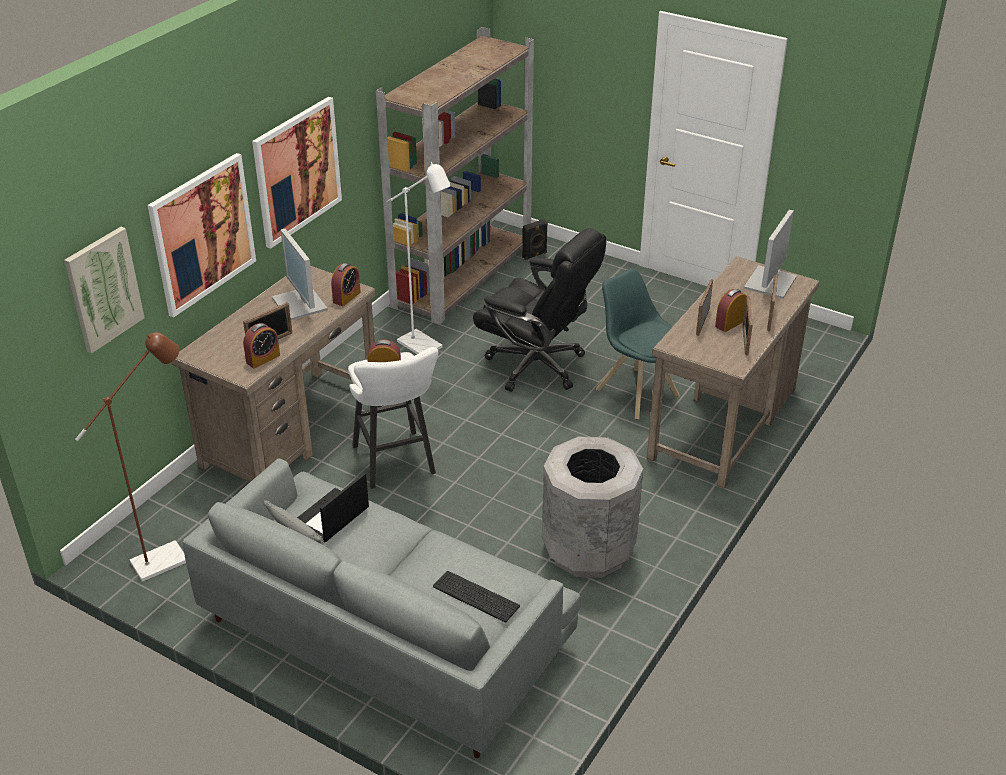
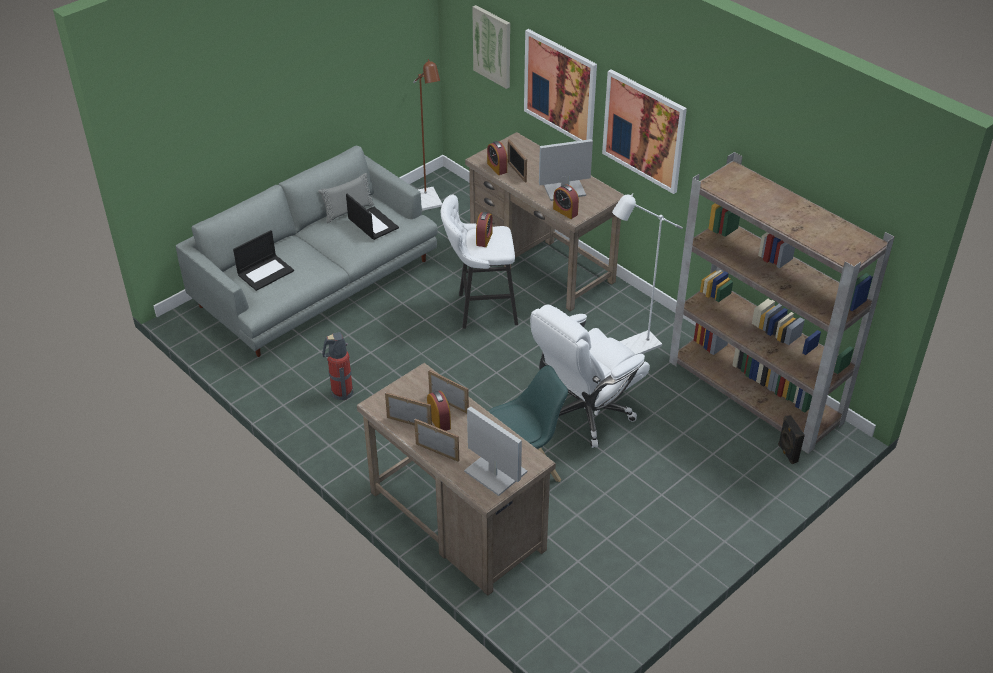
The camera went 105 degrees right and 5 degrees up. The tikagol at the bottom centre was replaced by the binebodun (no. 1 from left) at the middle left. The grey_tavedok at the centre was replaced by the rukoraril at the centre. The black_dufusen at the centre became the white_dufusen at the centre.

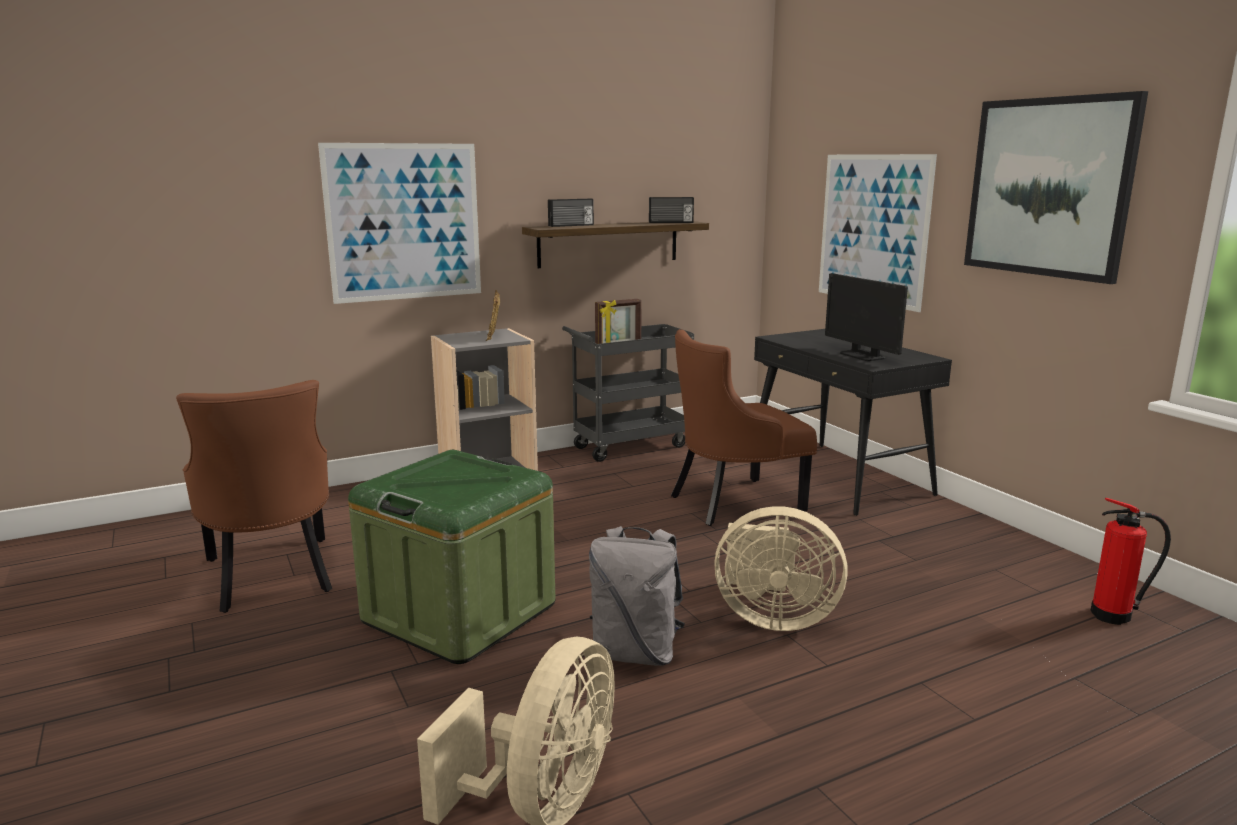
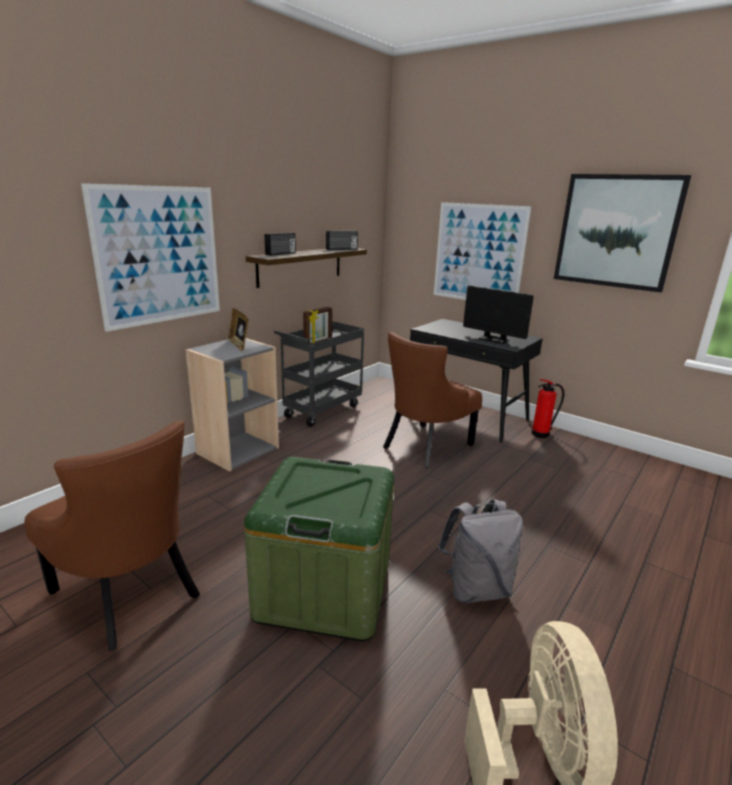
The camera went 25 degrees left and 5 degrees up. The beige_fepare (no. 2 from left) at the bottom centre disappeared. The rukoraril moved from the bottom right to the middle right.

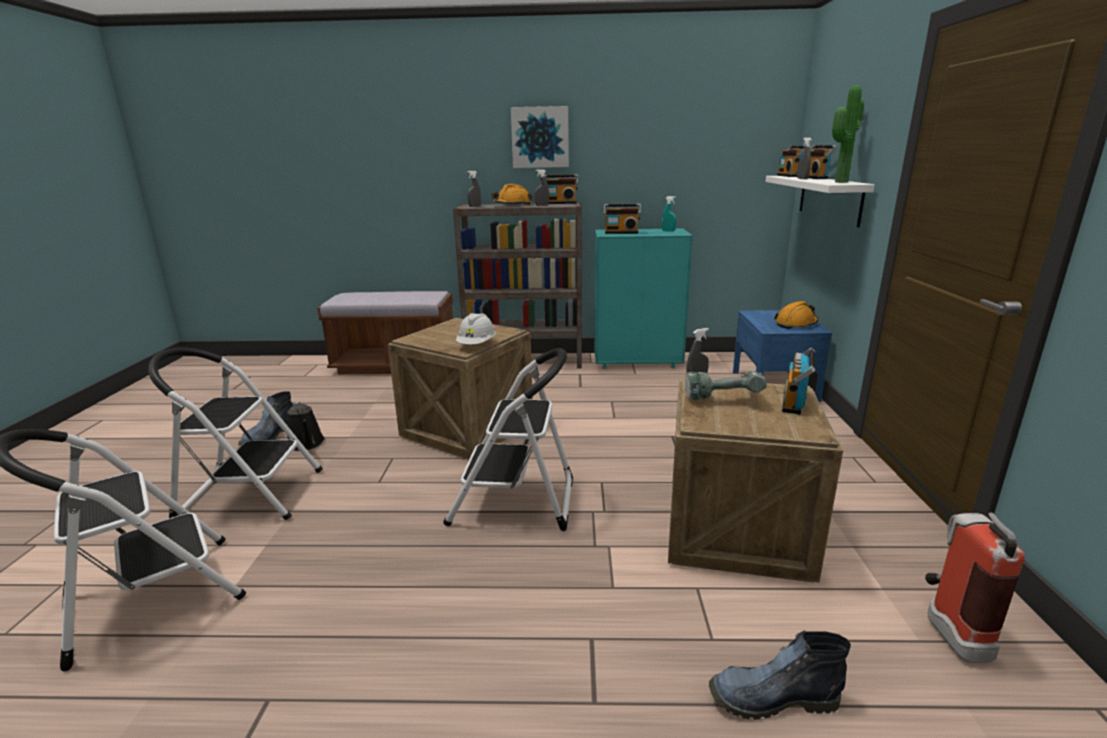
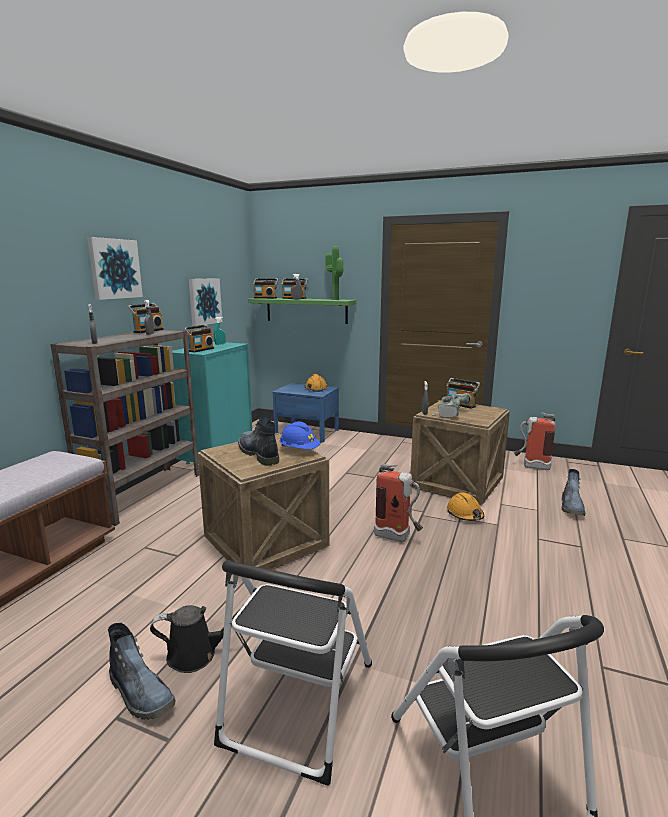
The camera went 70 degrees left and 5 degrees down. The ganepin (no. 2 from left) at the middle left appeared. The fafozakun (no. 2 from left) at the centre appeared. The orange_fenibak (no. 1 from left in the first image) moved from the top centre to the middle right. The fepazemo (no. 3 from left) at the centre was replaced by the rukoraril (no. 1 from left) at the centre. The white_fenibak at the centre became the blue_fenibak at the centre. The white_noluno at the top right became the green_noluno at the centre.

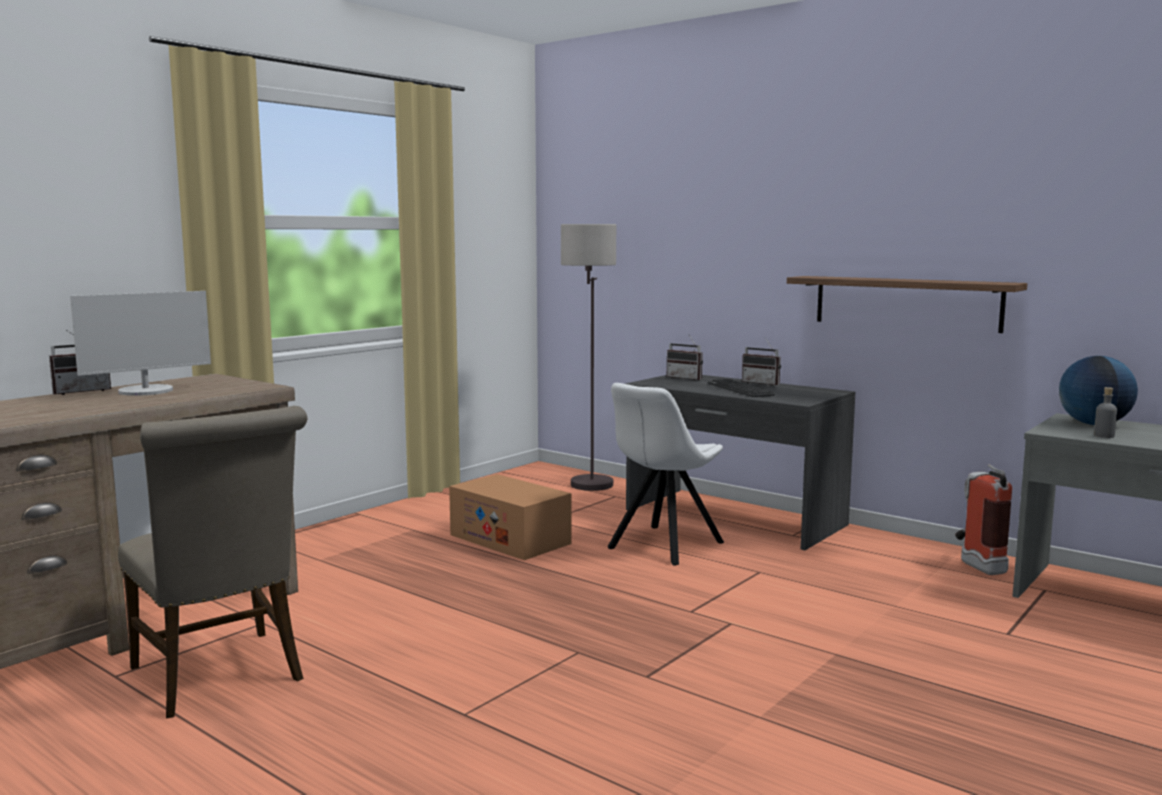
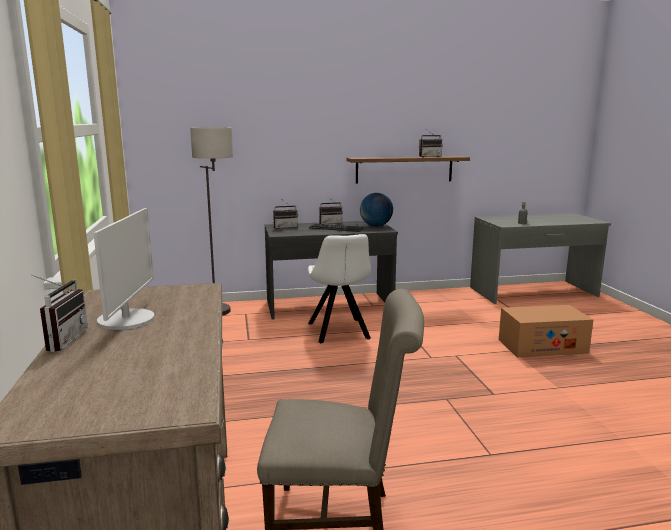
The camera went 50 degrees left and 5 degrees up. The rukoraril at the middle right disappeared. The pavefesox (no. 4 from left) at the top centre appeared. The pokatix moved from the centre to the middle right. The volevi moved from the middle right to the centre.

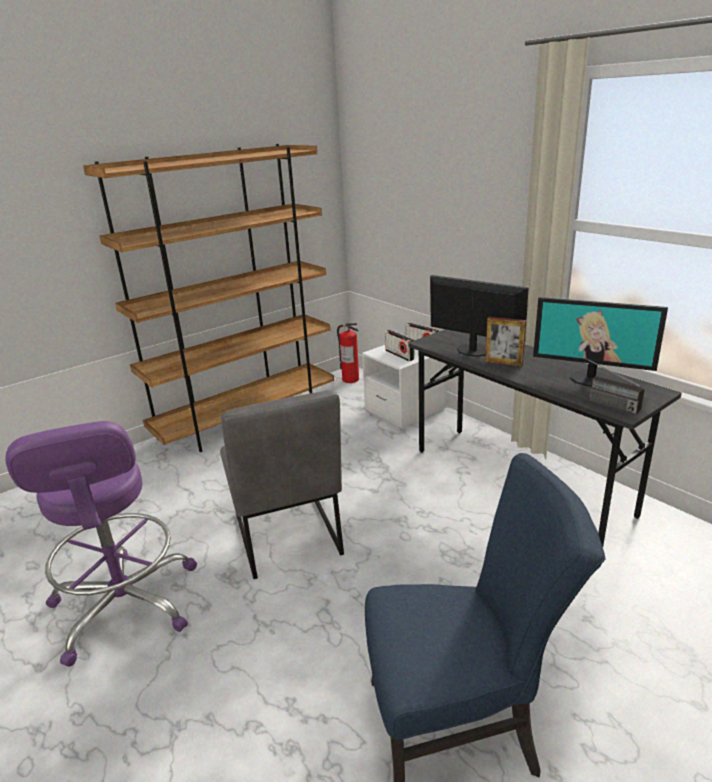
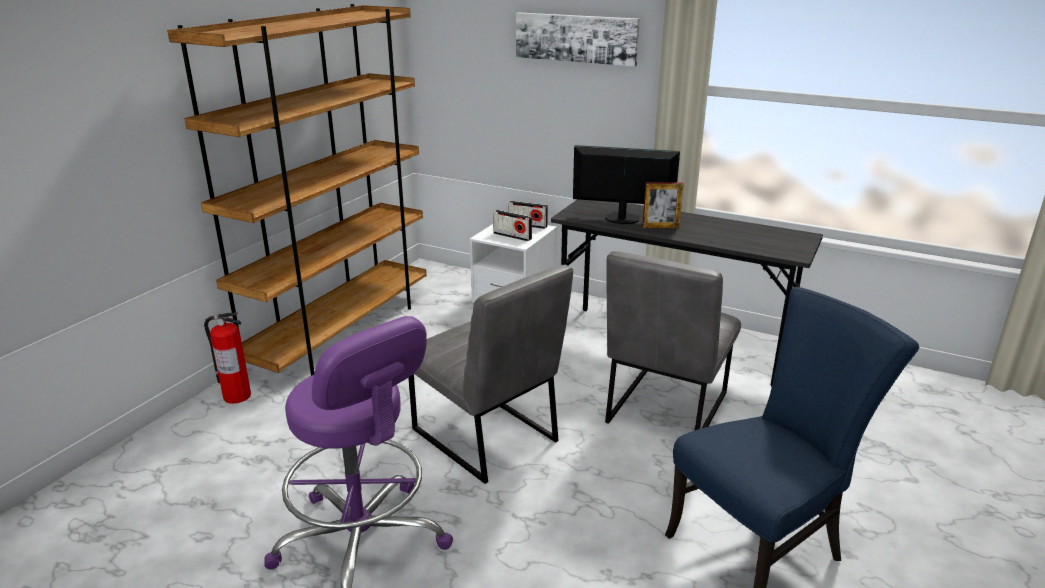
The camera went 25 degrees left and 0 degrees up. The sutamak (no. 2 from left) at the middle right disappeared. The pavefesox (no. 3 from left) at the middle right disappeared. The ganepin at the top centre appeared. The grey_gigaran (no. 2 from left) at the centre appeared. The rukoraril moved from the centre to the middle left.

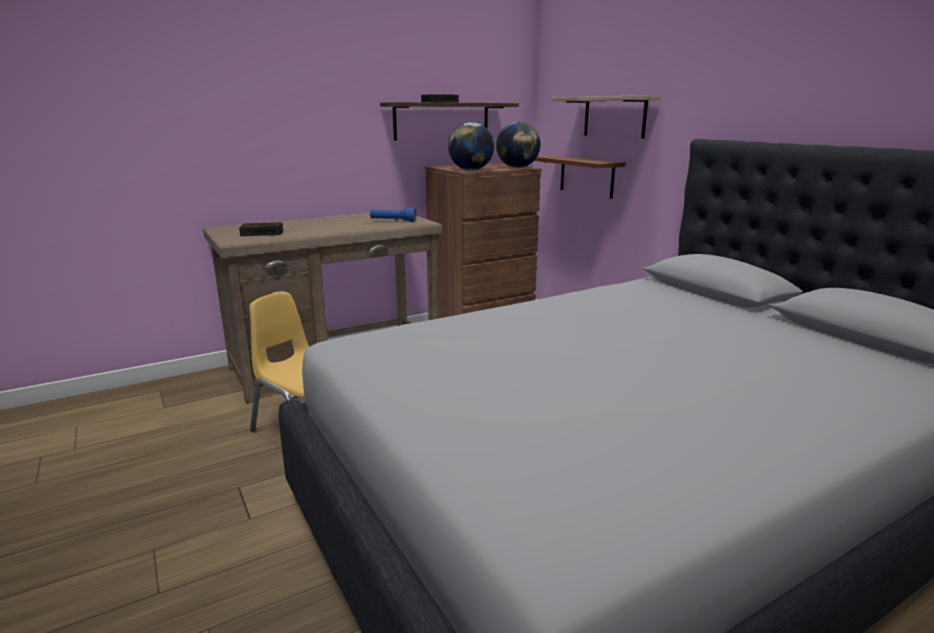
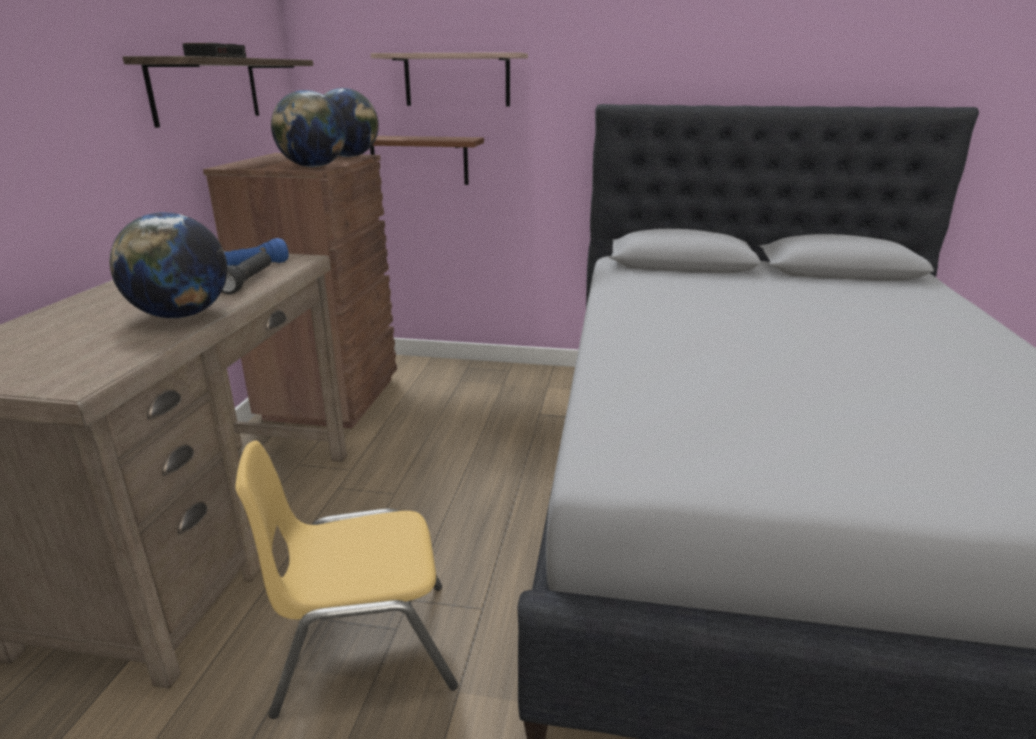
The camera went 50 degrees left and 5 degrees up. The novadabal (no. 1 from left) at the middle left disappeared. The volevi (no. 1 from left) at the middle left appeared. The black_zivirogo at the middle left appeared.

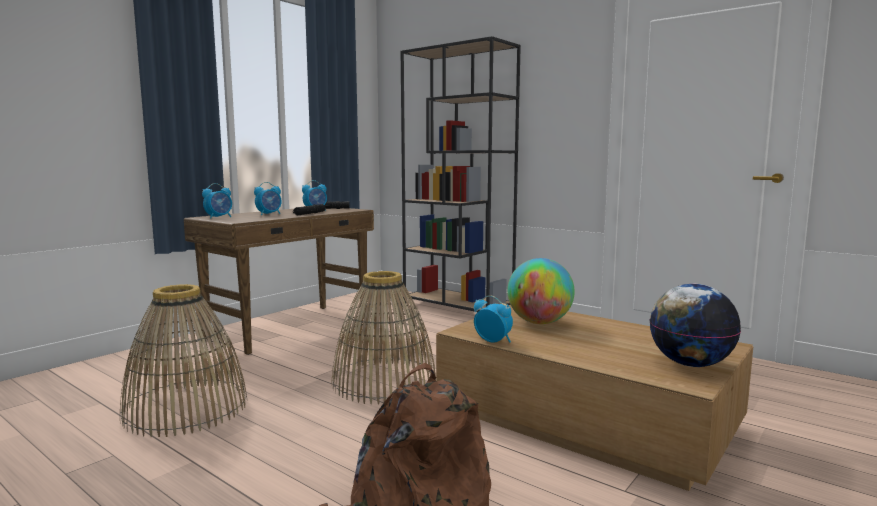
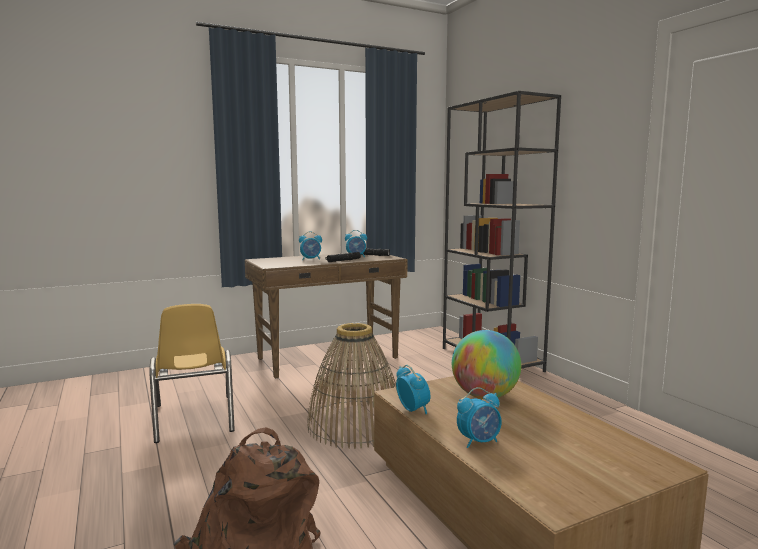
The camera went 25 degrees right and 0 degrees up. The volevi (no. 2 from left) at the middle right disappeared. The novadabal (no. 1 from left in the first image) moved from the middle left to the bottom centre. The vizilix (no. 1 from left) at the bottom left was replaced by the yellow_gigaran at the bottom left.

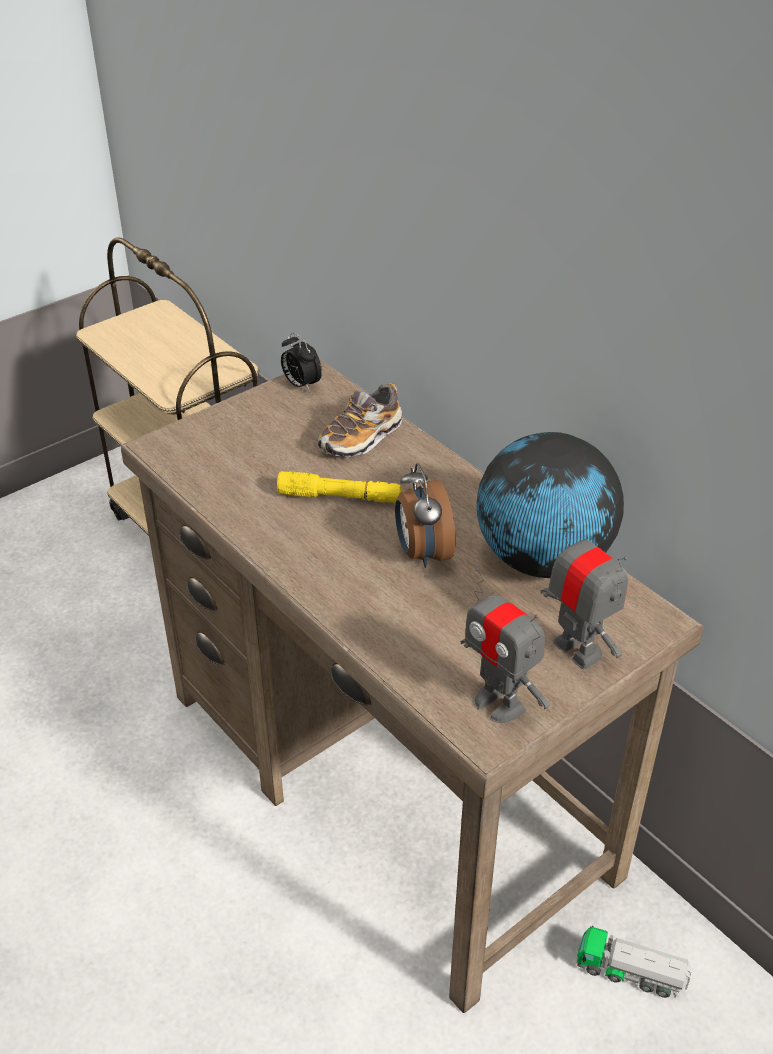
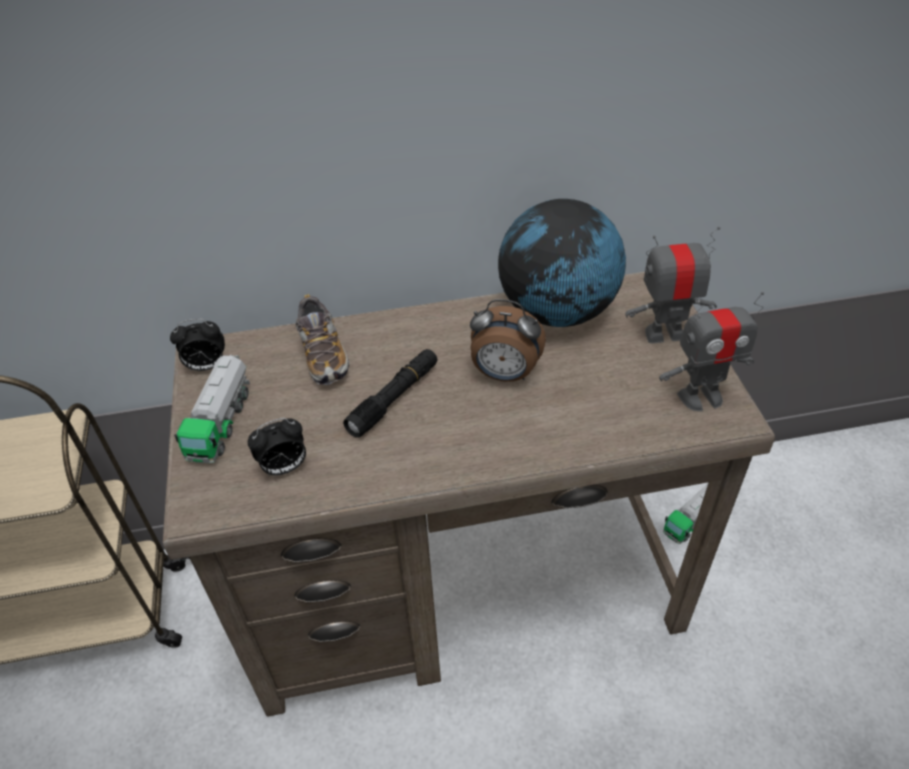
The camera went 60 degrees left and 5 degrees up. The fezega (no. 1 from left) at the middle left appeared. The novadabal (no. 2 from left) at the middle left appeared. The yellow_zivirogo at the centre became the black_zivirogo at the centre.

